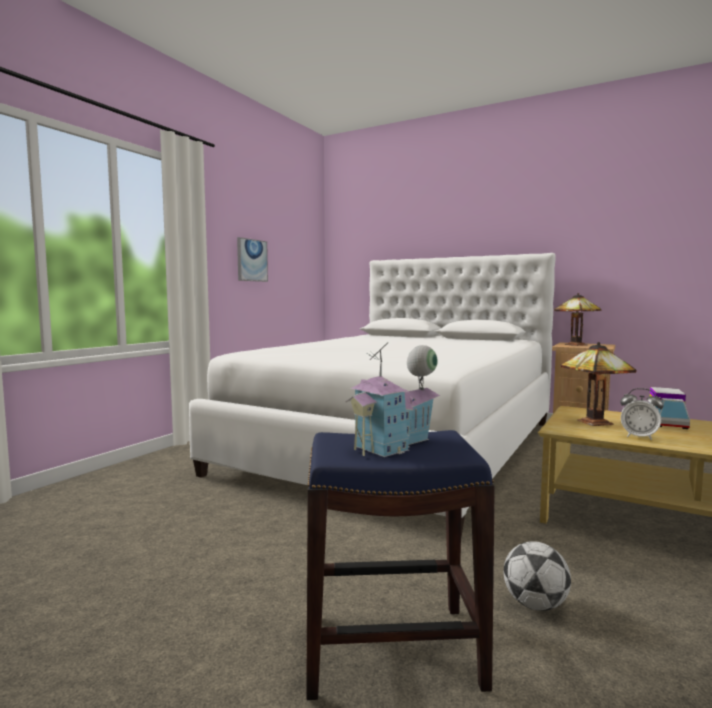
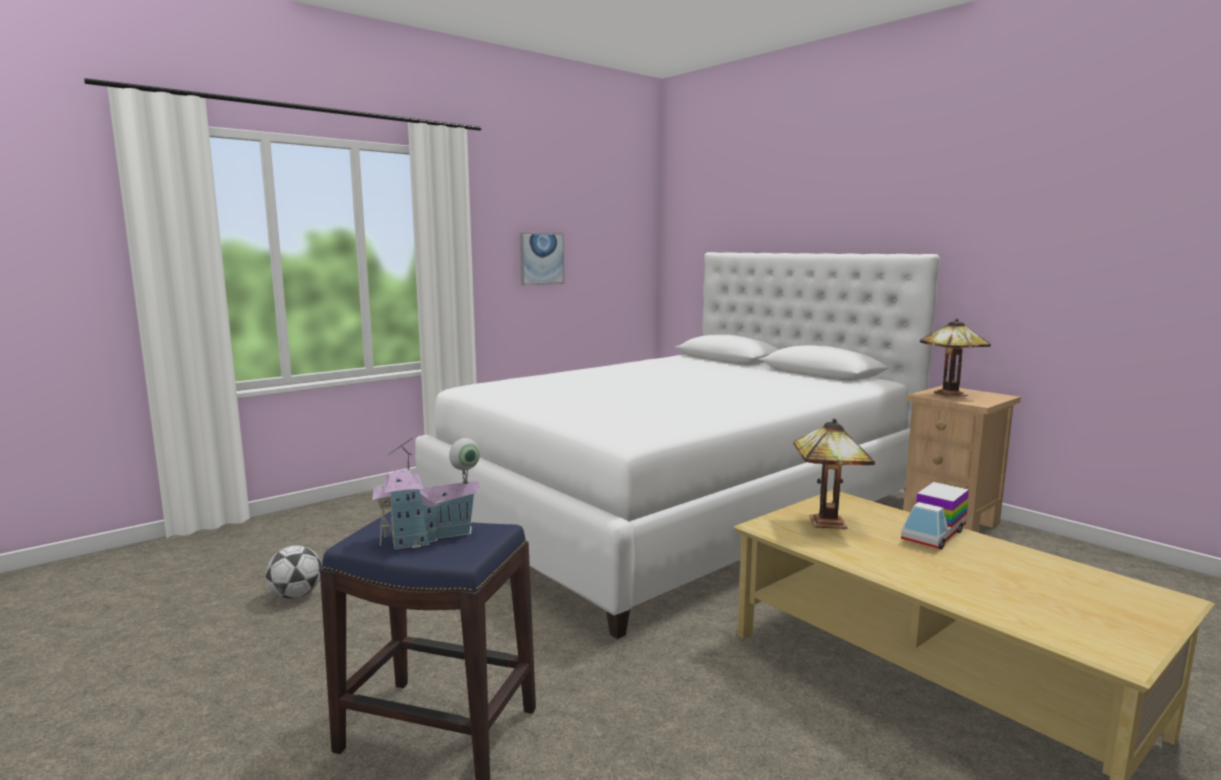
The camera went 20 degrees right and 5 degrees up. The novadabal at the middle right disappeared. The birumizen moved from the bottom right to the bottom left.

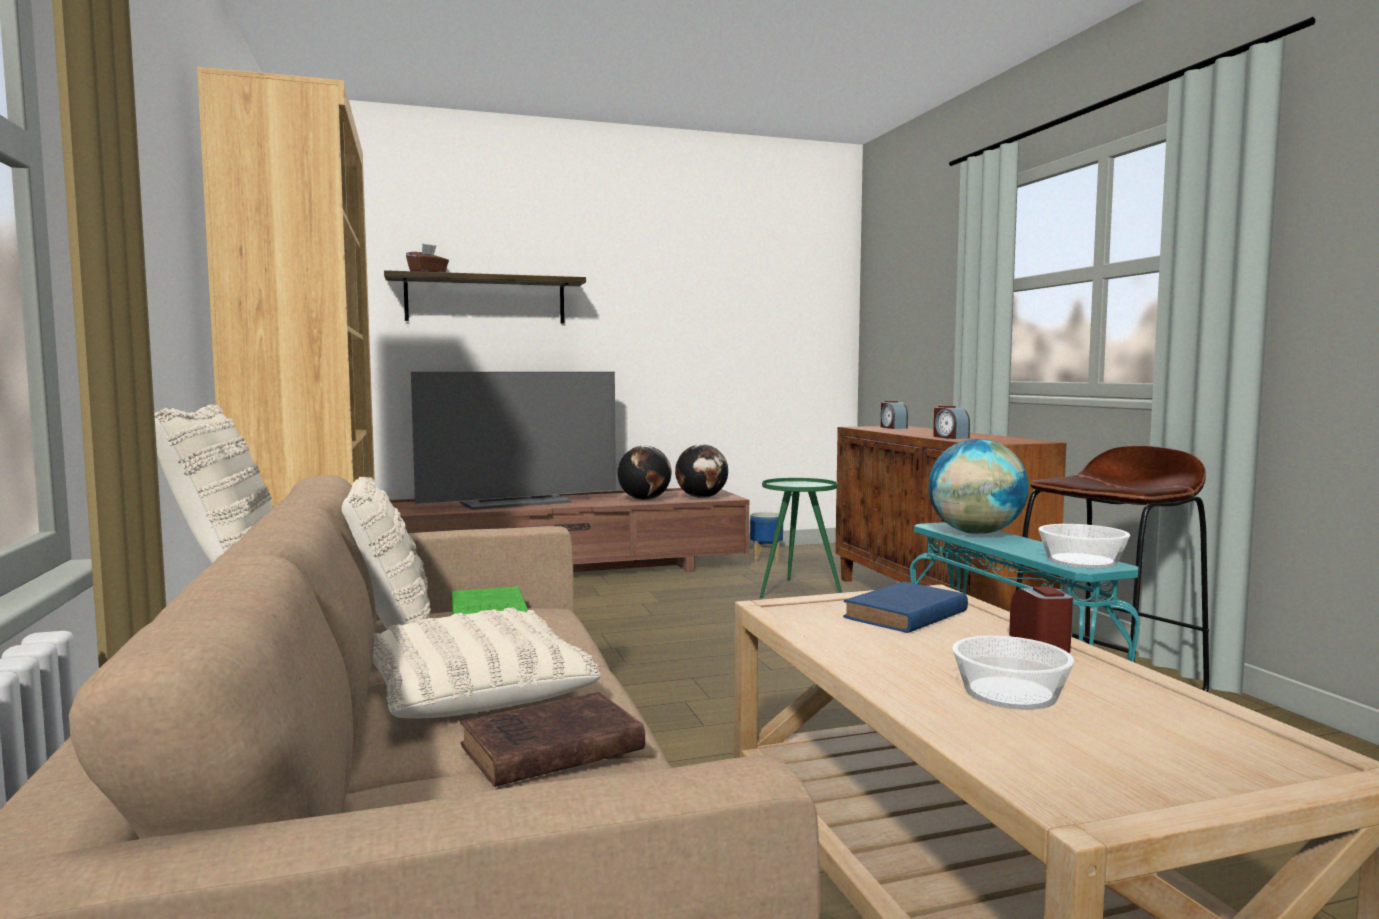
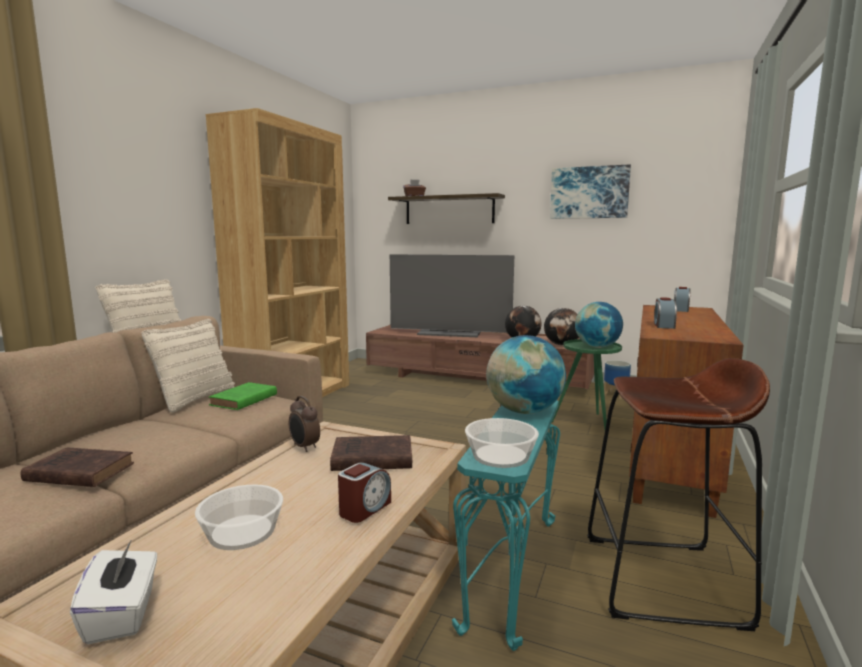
The camera went 40 degrees right and 5 degrees up. The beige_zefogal (no. 3 from left) at the bottom centre disappeared. The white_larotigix at the bottom left appeared. The novadabal (no. 1 from left) at the centre appeared. The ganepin at the top right appeared. The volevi (no. 4 from left) at the middle right appeared. The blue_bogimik at the centre became the brown_bogimik (no. 2 from left) at the bottom centre.

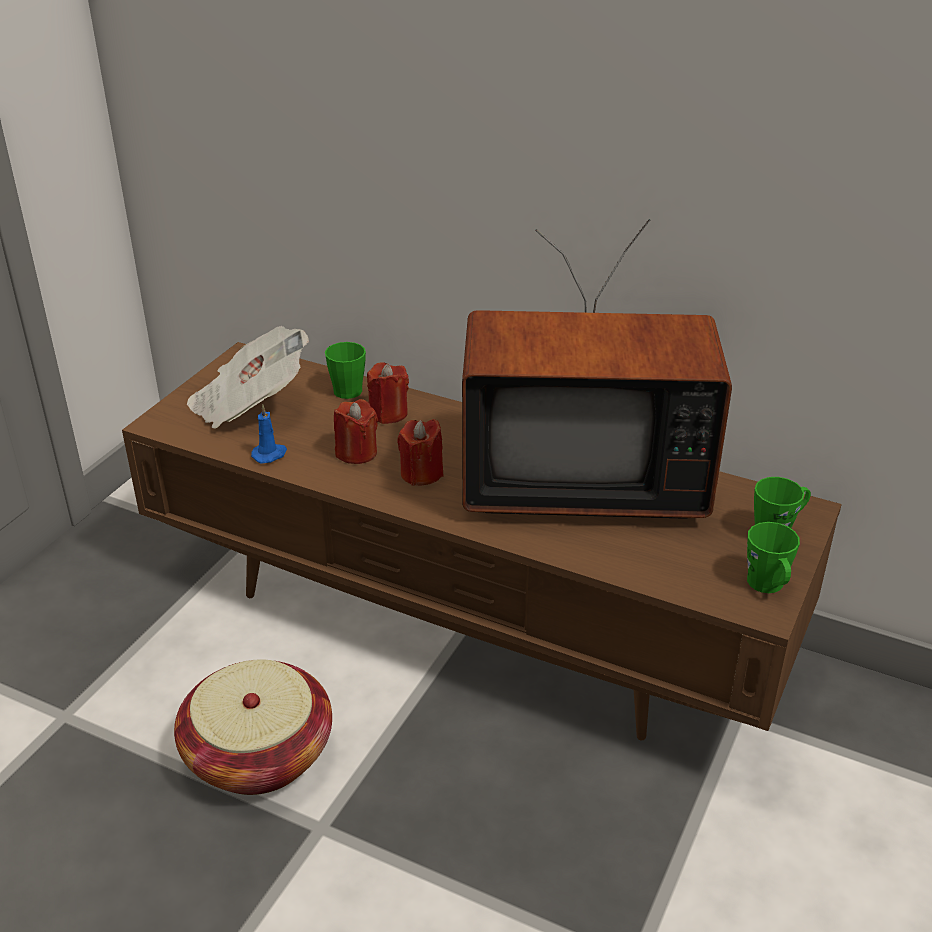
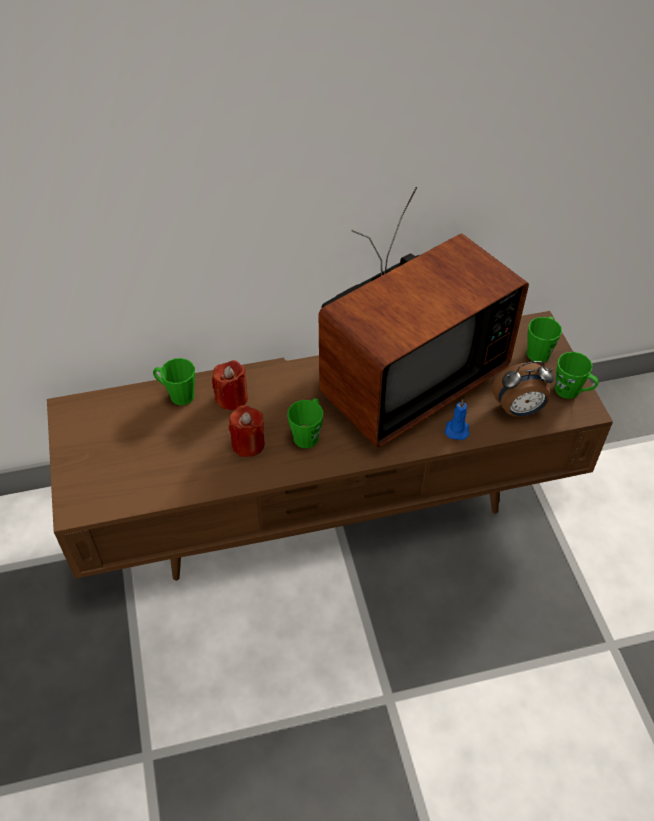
The camera went 40 degrees left and 15 degrees up. The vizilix at the bottom left disappeared. The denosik at the middle left disappeared. The novadabal at the middle right appeared. The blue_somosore moved from the middle left to the middle right. The red_somosore (no. 3 from left) at the centre was replaced by the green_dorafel (no. 2 from left) at the centre.

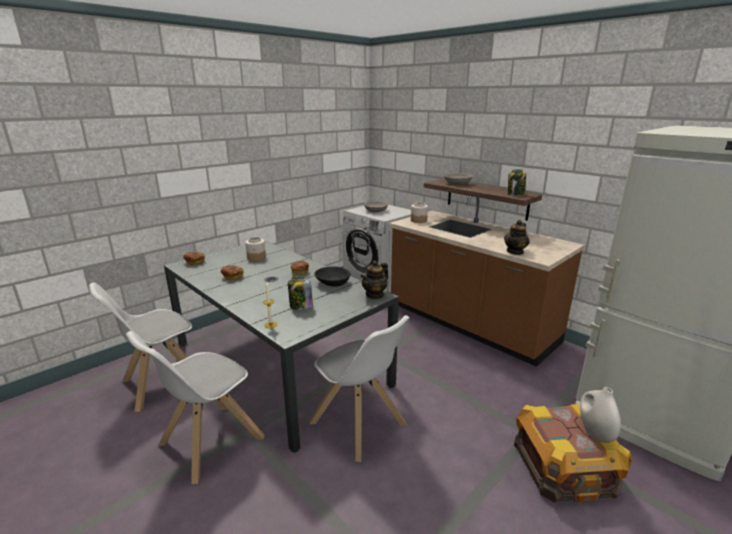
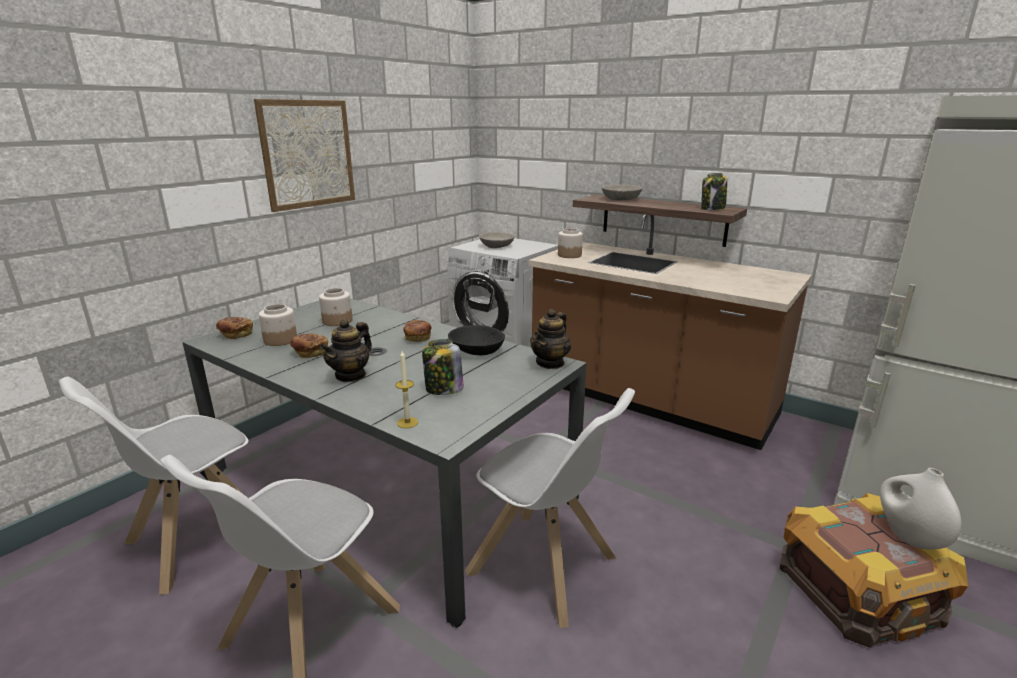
The camera went 10 degrees left and 0 degrees up. The ganepin at the top left appeared. The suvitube (no. 1 from left) at the middle left appeared. The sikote (no. 2 from left in the first image) moved from the middle right to the centre.

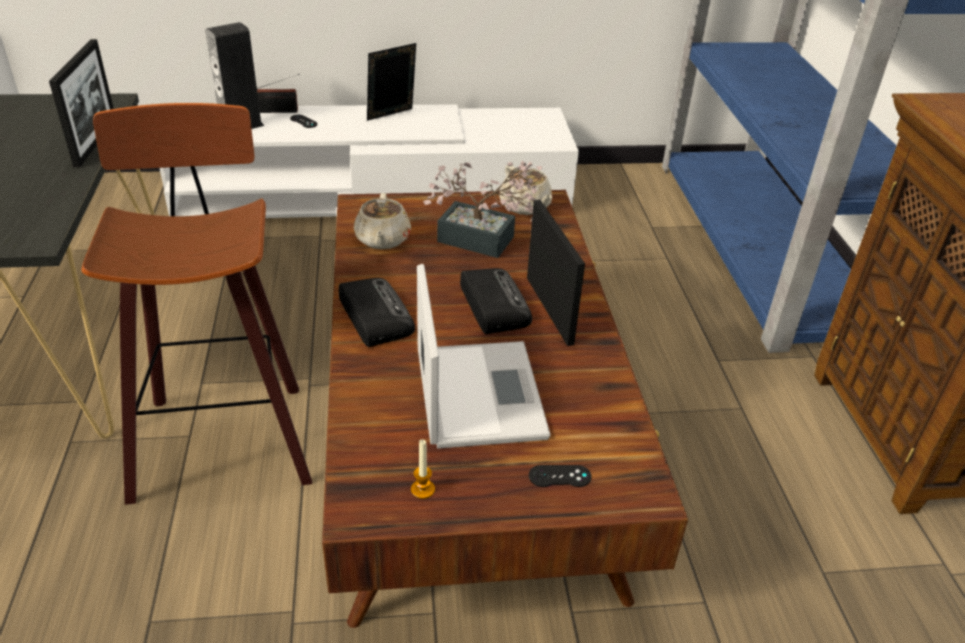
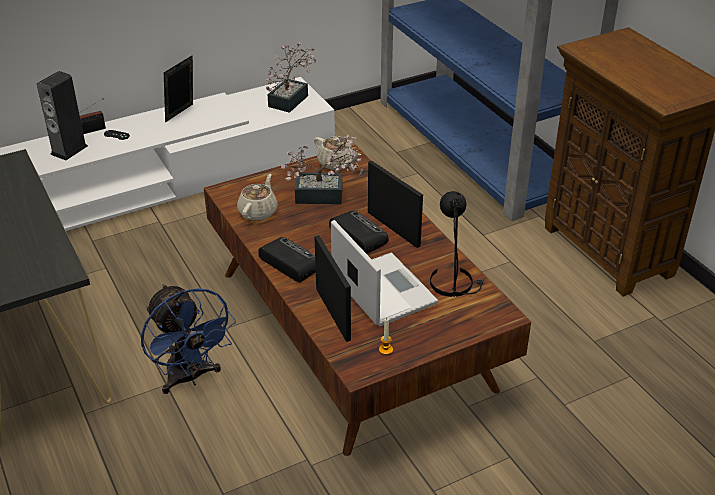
The camera went 20 degrees left and 0 degrees up. The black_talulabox (no. 2 from left) at the bottom centre disappeared. The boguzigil (no. 1 from left) at the top centre appeared. The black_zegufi at the centre appeared. The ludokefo (no. 1 from left in the first image) moved from the top left to the centre. The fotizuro at the middle left was replaced by the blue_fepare at the bottom left. The beige_sikote (no. 1 from left) at the centre turned 135 degrees counterclockwise.

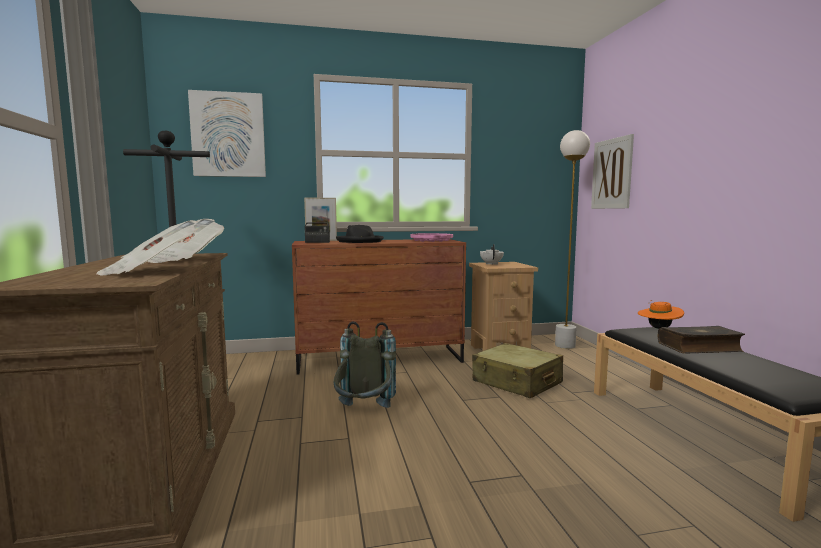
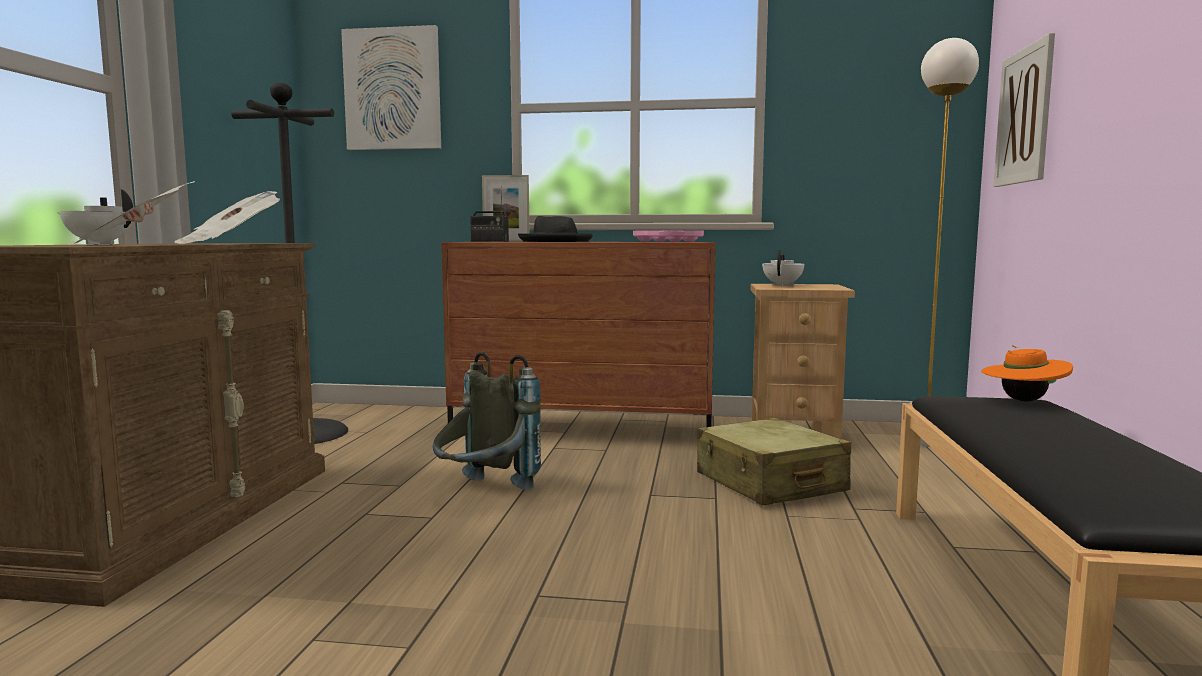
The camera went 20 degrees right and 0 degrees up. The bogimik at the middle right disappeared. The white_sikote (no. 1 from left) at the top left appeared.

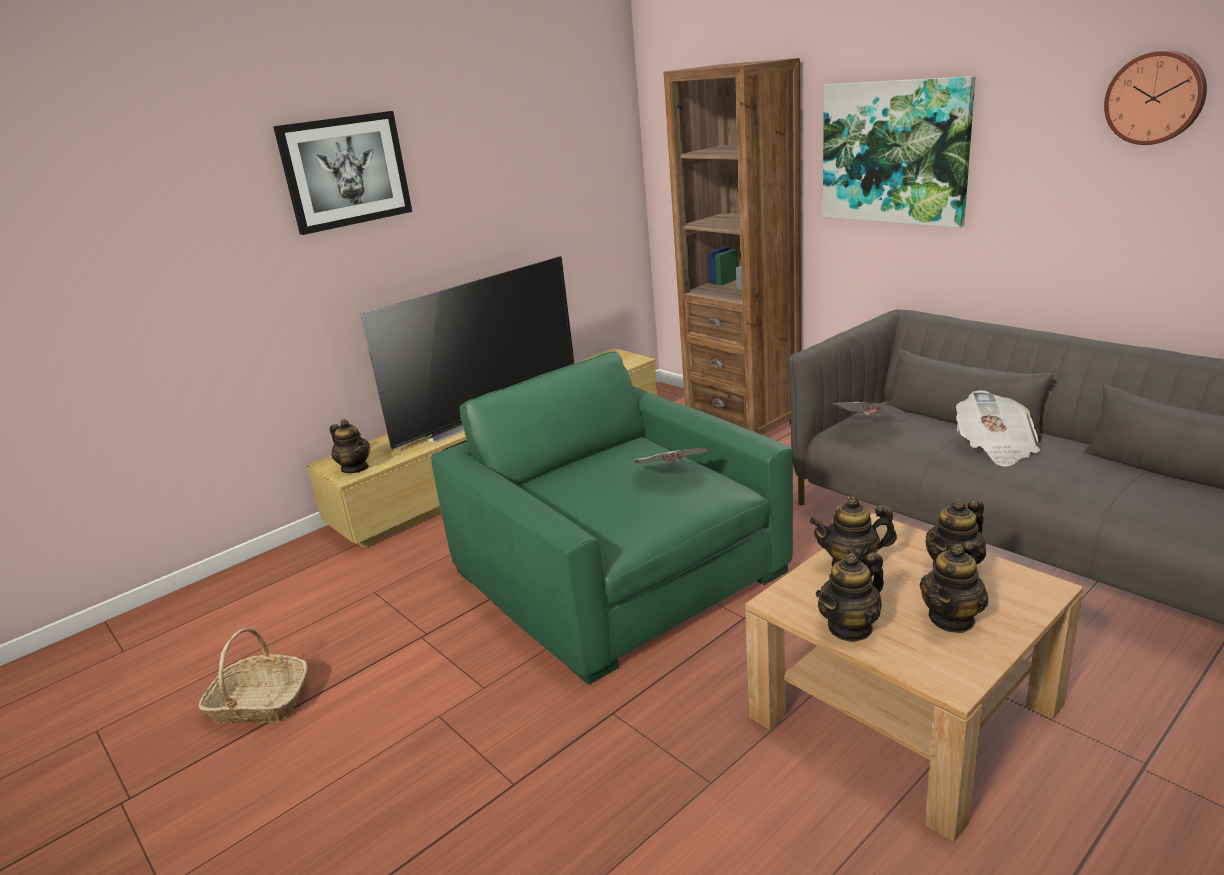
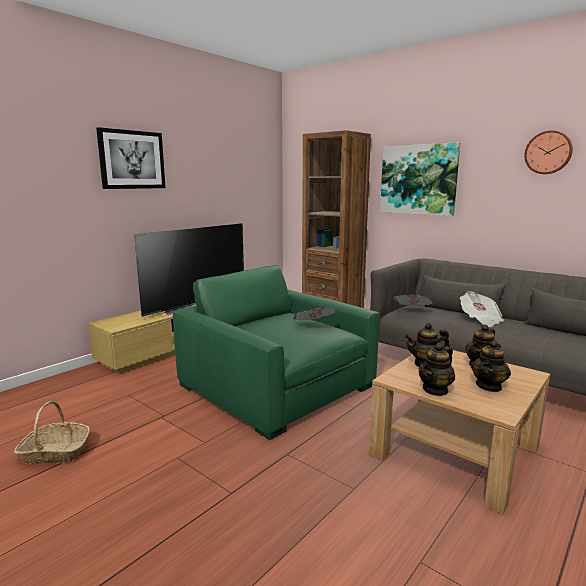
The camera went 10 degrees left and 10 degrees down. The sikote (no. 1 from left) at the middle left disappeared.

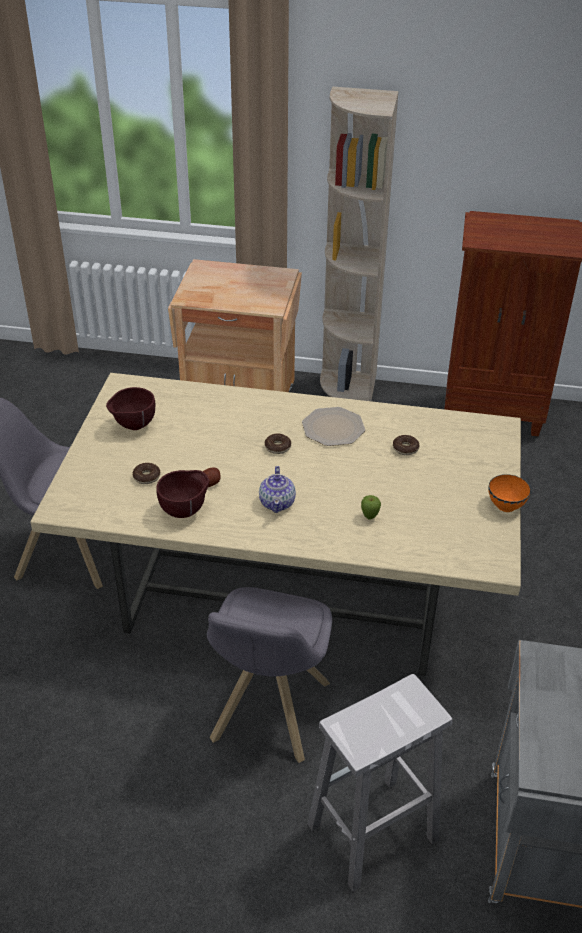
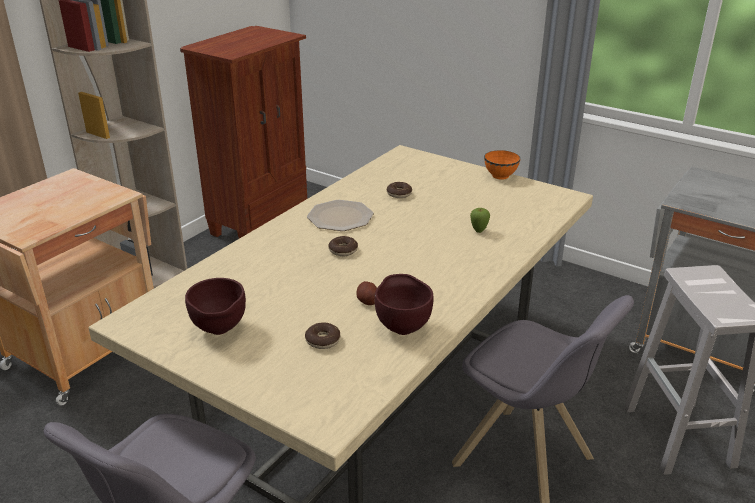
The camera went 65 degrees left and 10 degrees down. The sikote at the centre disappeared.

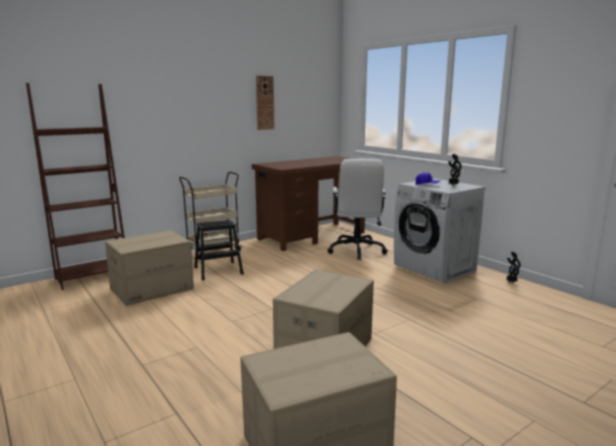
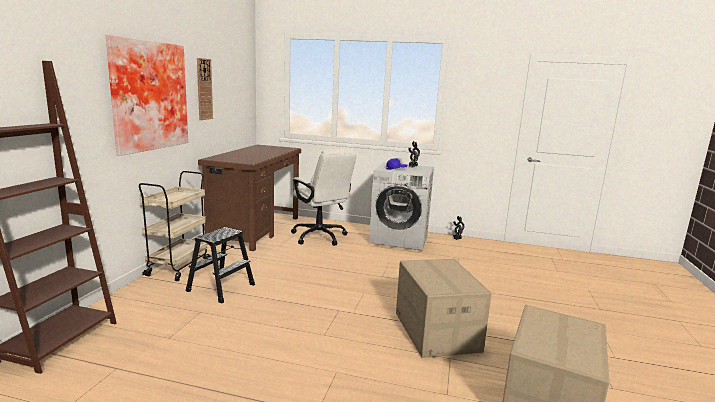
The camera went 40 degrees left and 0 degrees up. The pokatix (no. 1 from left) at the middle left disappeared. The ganepin at the top left appeared.

